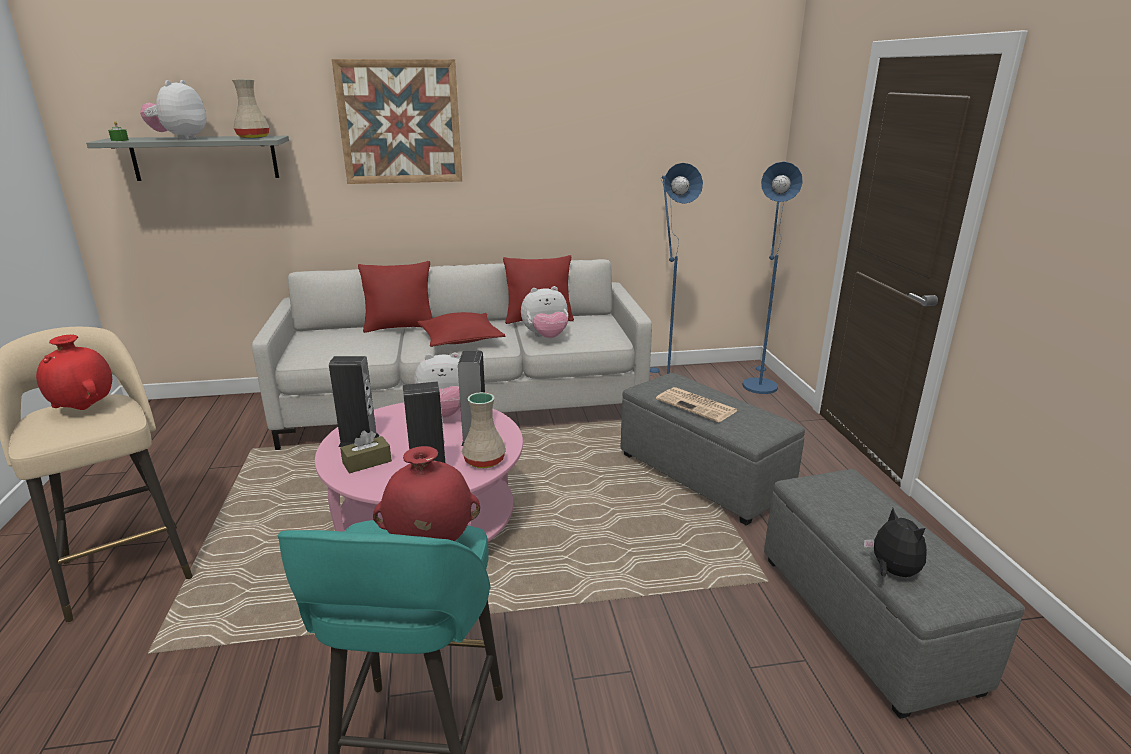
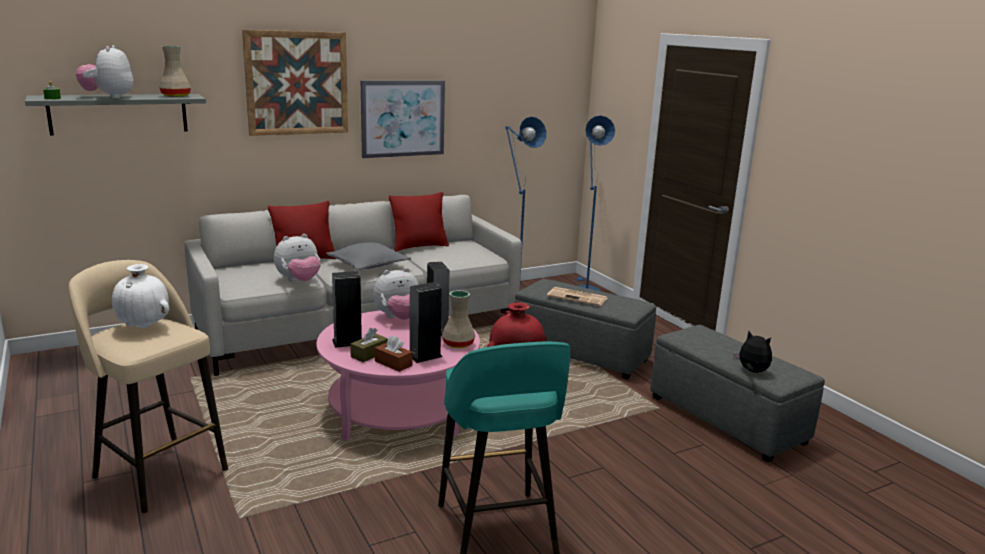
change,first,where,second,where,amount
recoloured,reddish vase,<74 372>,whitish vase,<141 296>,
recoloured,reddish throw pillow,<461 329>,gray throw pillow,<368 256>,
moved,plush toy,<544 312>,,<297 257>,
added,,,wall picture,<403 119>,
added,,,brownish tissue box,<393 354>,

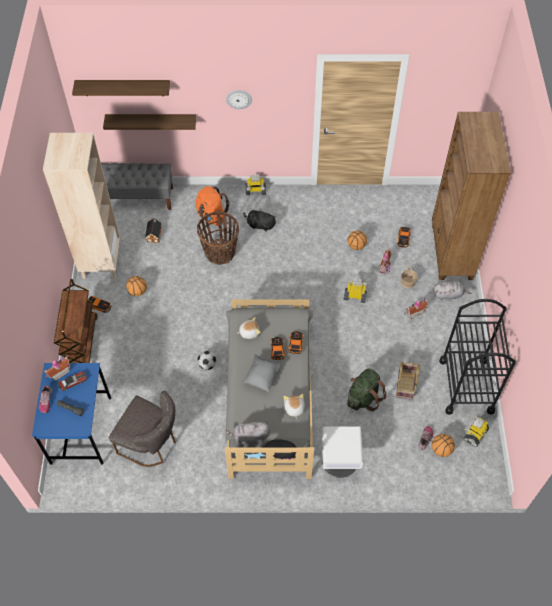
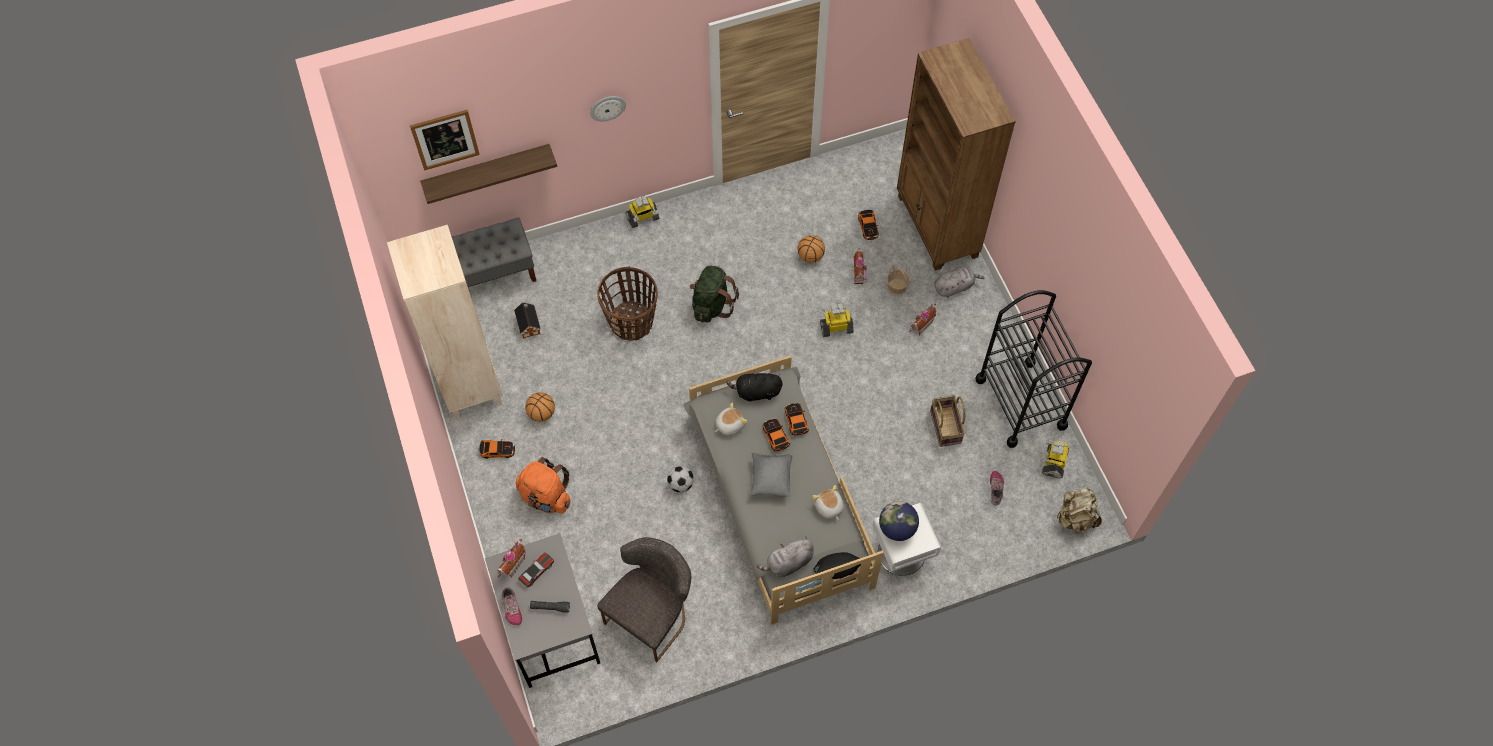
change,first,where,second,where,amount
recoloured,blue desk table,<71 414>,gray desk table,<542 610>,
removed,brownish cart,<76 321>,,,
replaced,bracket shelf,<121 88>,wall picture,<445 140>,
turned,gray chair,<142 429>,,<644 599>,60 degrees counterclockwise
moved,orange-coloured knapsack,<212 206>,,<543 485>,
moved,black plush toy,<259 220>,,<754 386>,
moved,green knapsack,<367 389>,,<714 294>,
removed,basketball ball,<443 445>,,,
added,,,desk globe,<899 521>,
added,,,sand-coloured knapsack,<1079 509>,

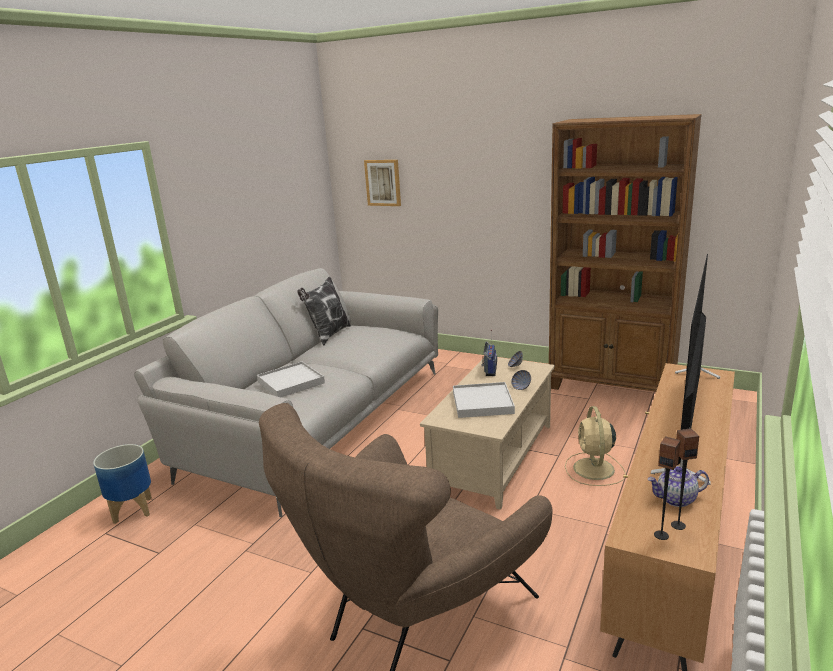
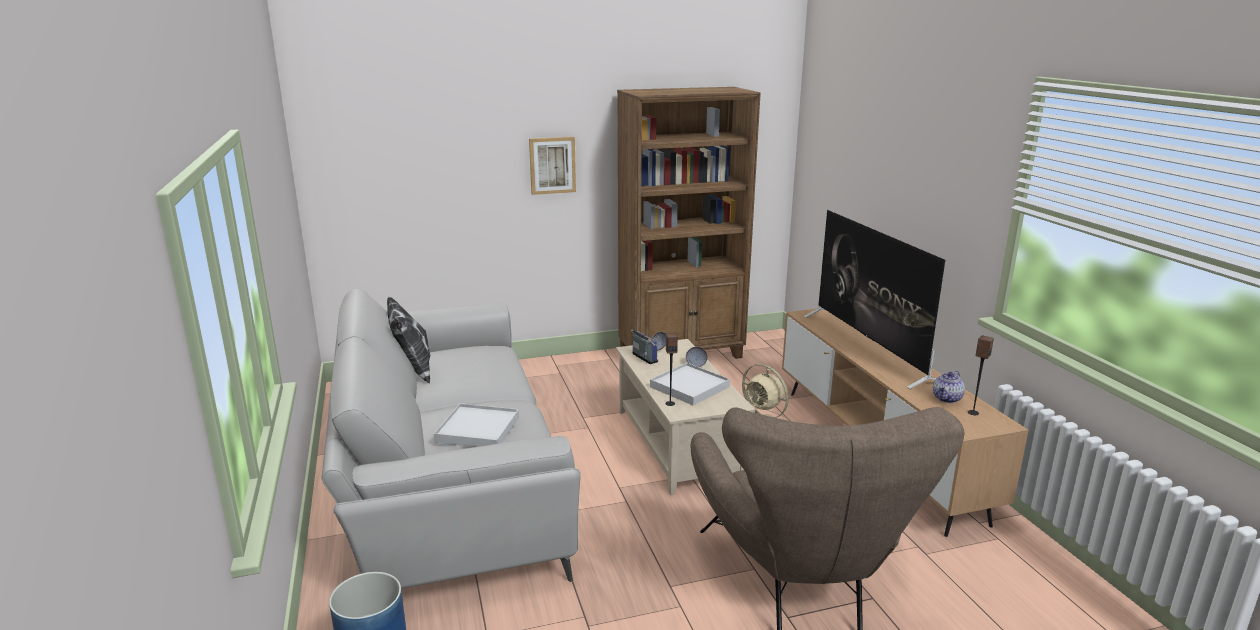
change,first,where,second,where,amount
moved,wall picture,<382 183>,,<552 166>,
moved,loudspeaker,<667 488>,,<671 369>,

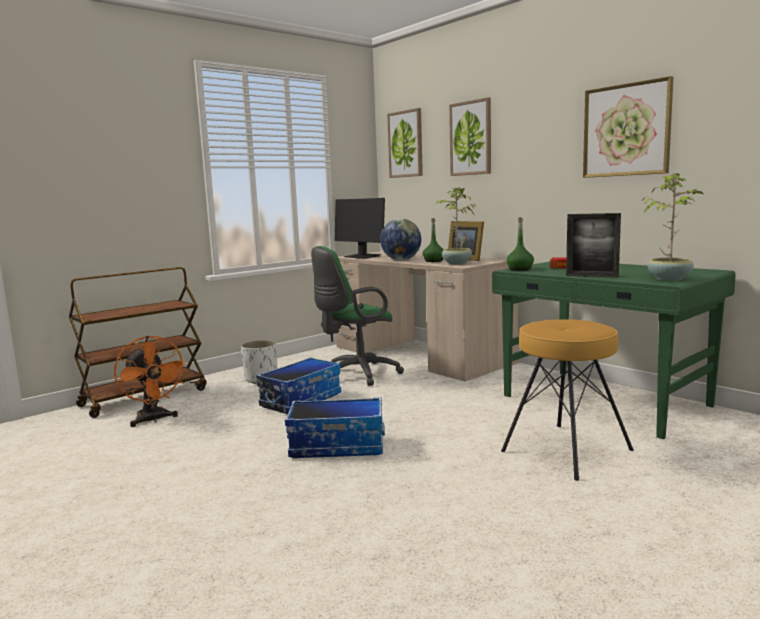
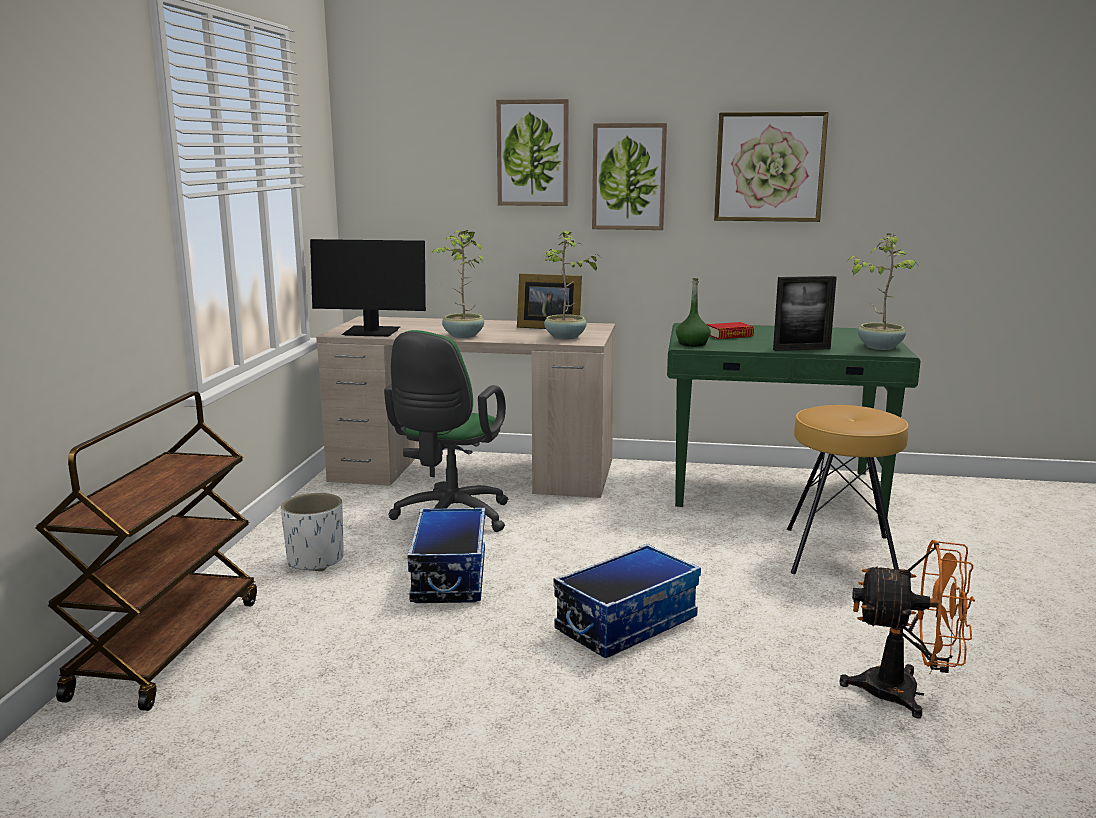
change,first,where,second,where,amount
moved,orange-coloured cooling fan,<150 381>,,<907 629>,
replaced,desk globe,<400 239>,potted plant,<457 284>,
moved,wall picture,<405 143>,,<629 176>,
removed,green bottle,<433 240>,,,

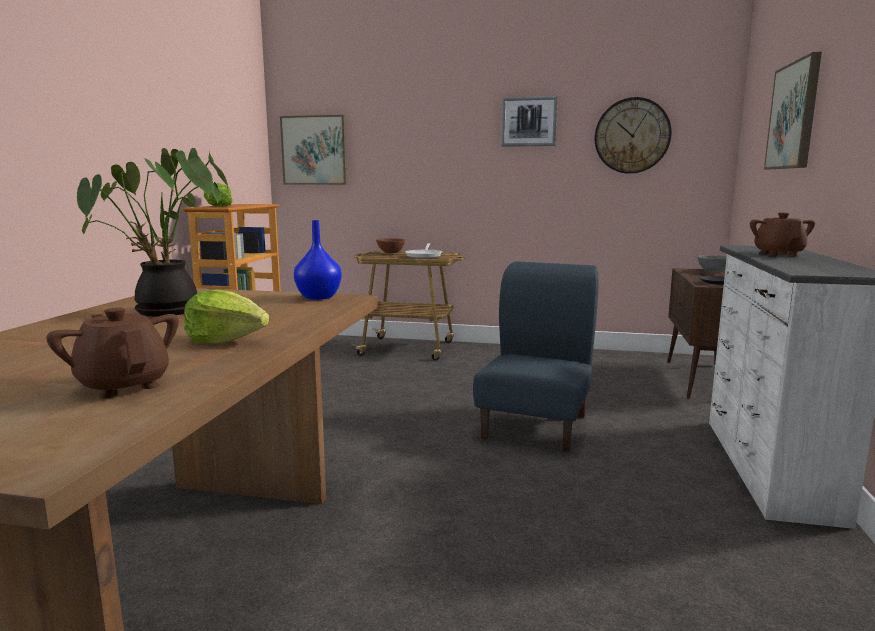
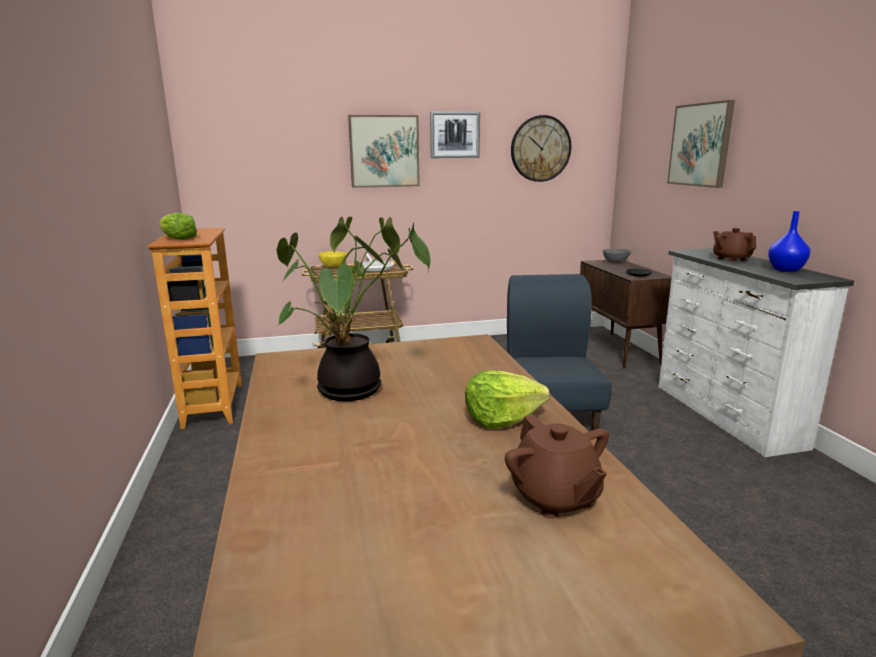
change,first,where,second,where,amount
turned,brownish pot for tea,<112 353>,,<557 467>,135 degrees counterclockwise
moved,wall picture,<313 150>,,<384 151>,
moved,blue vase,<318 260>,,<789 241>,
recoloured,brownish serving bowl,<390 245>,yellowish serving bowl,<332 259>,

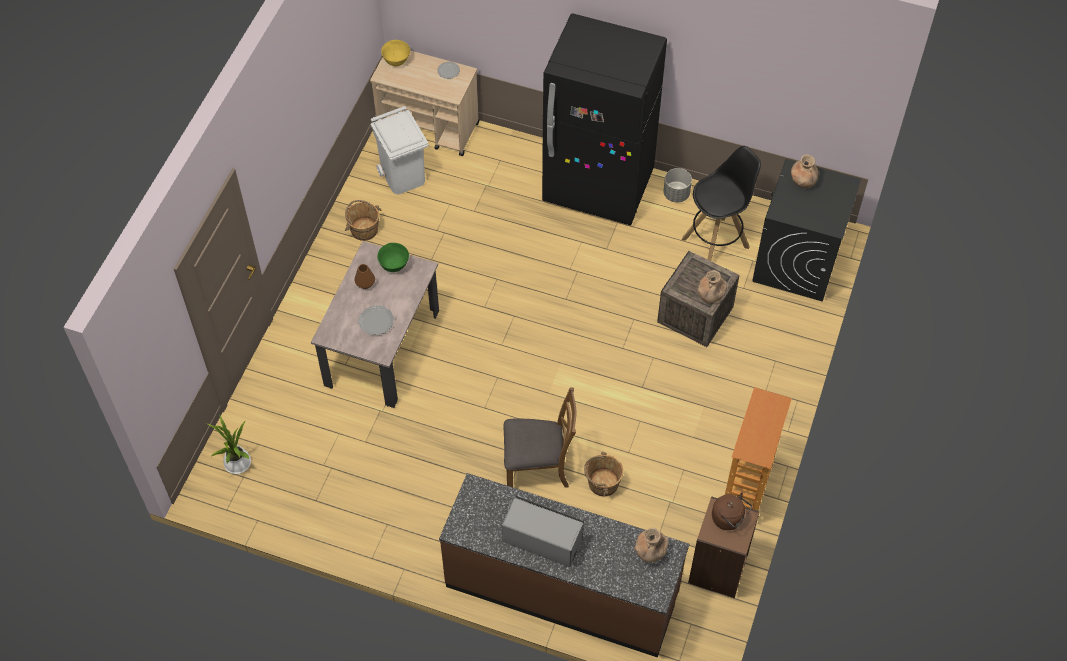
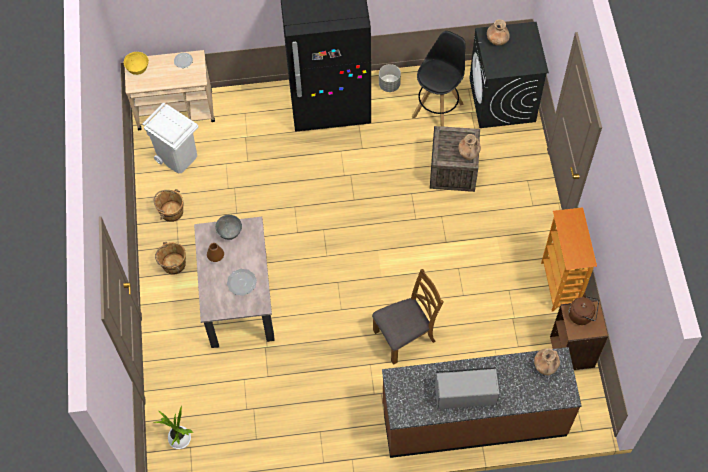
change,first,where,second,where,amount
recoloured,green serving bowl,<393 257>,gray serving bowl,<228 227>,
moved,brownish bucket,<603 474>,,<170 258>,

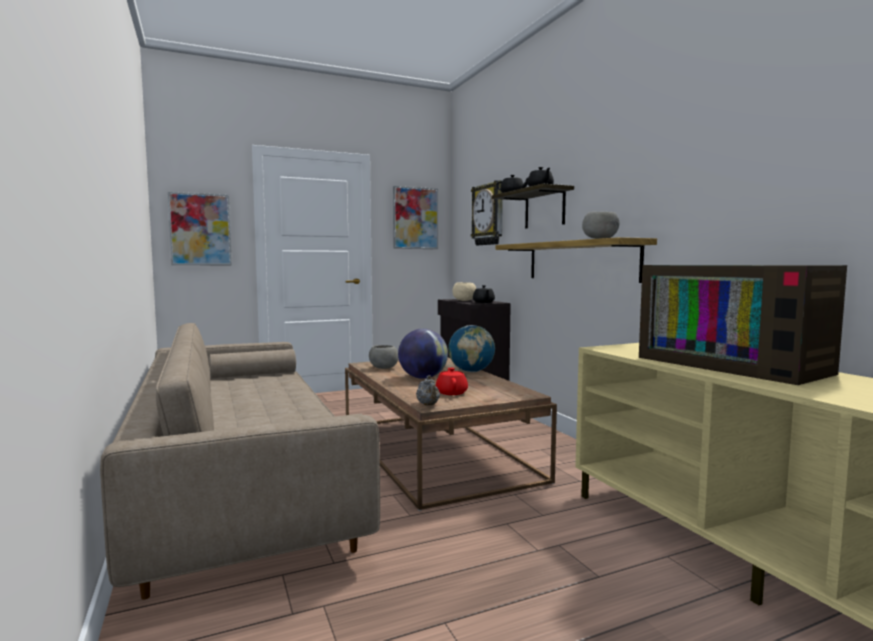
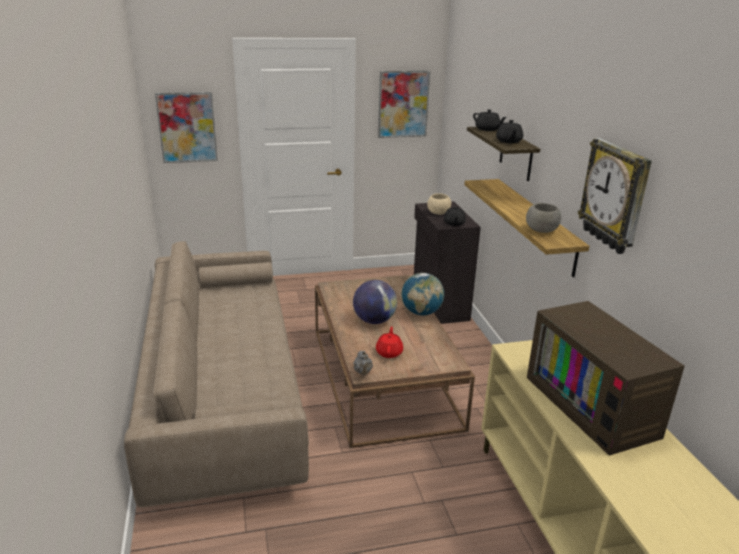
change,first,where,second,where,amount
removed,gray serving bowl,<384 357>,,,
moved,hanging clock,<487 213>,,<615 196>,

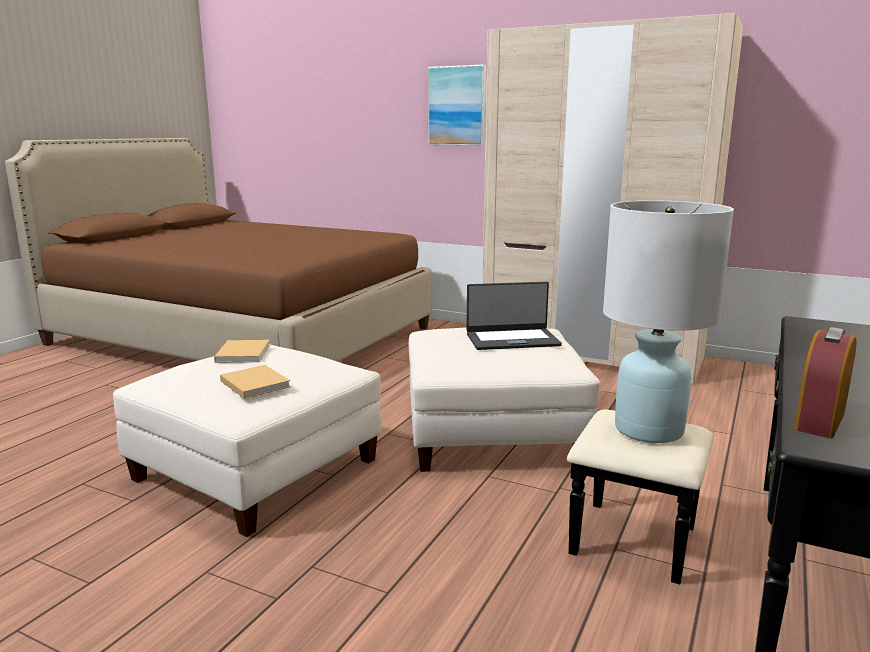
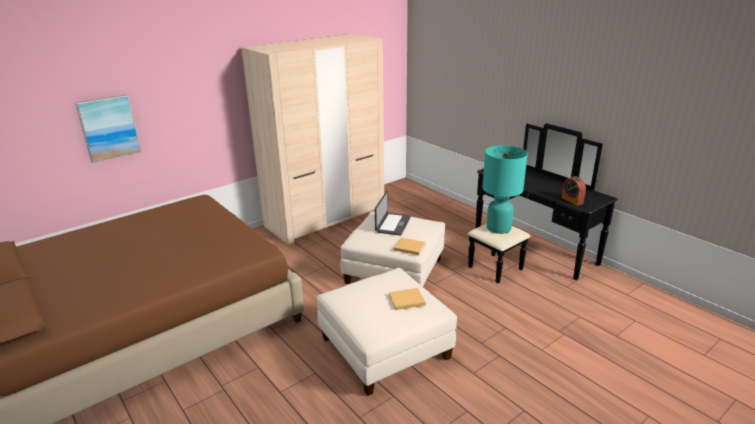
change,first,where,second,where,amount
moved,sand-coloured volume,<242 351>,,<410 246>,
moved,wall picture,<457 105>,,<108 128>,
recoloured,whitish tabletop lamp,<668 322>,blue-green tabletop lamp,<505 189>,

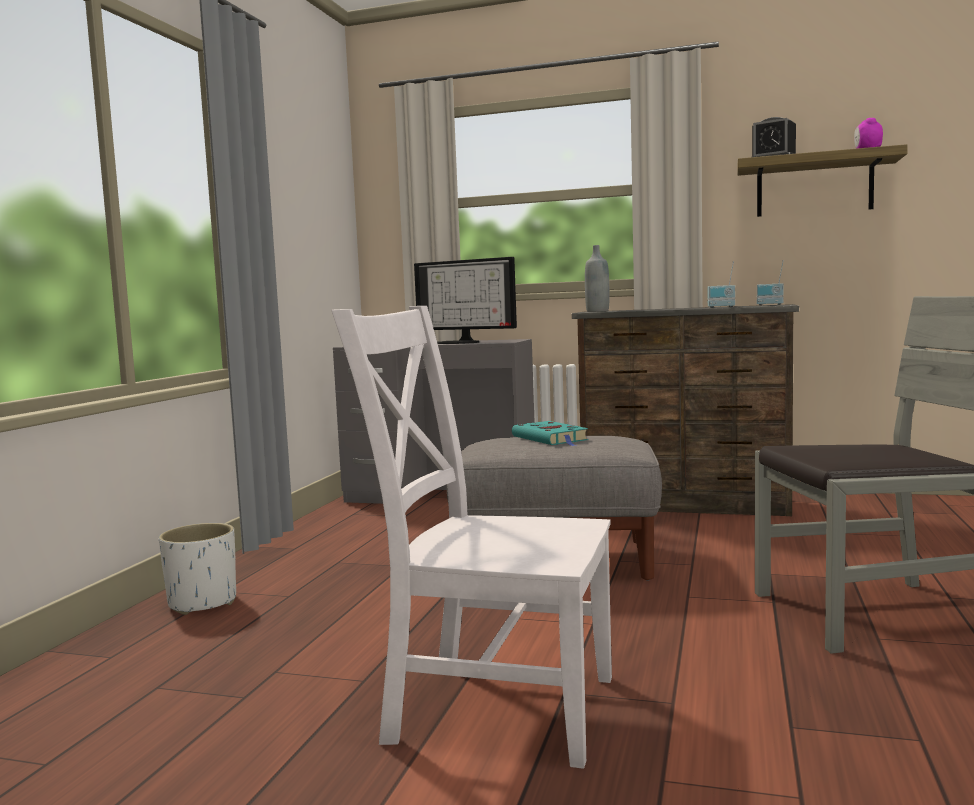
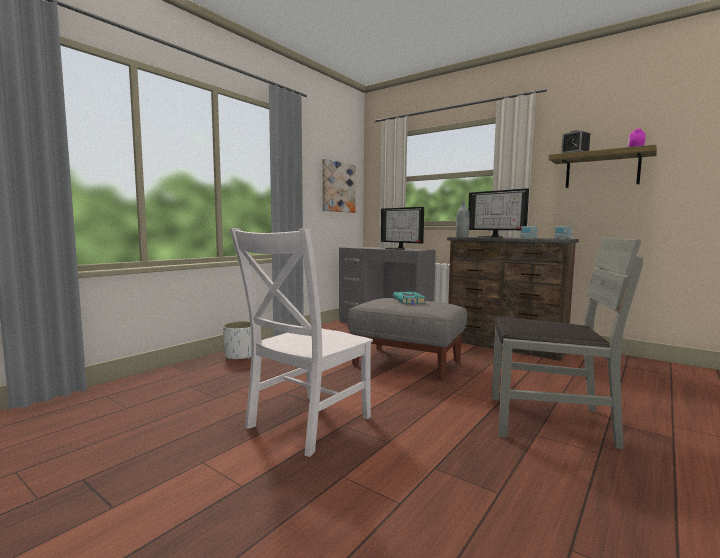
change,first,where,second,where,amount
turned,whitish chair,<471 537>,,<301 342>,90 degrees counterclockwise
added,,,wall picture,<339 186>,
added,,,monitor,<498 213>,

